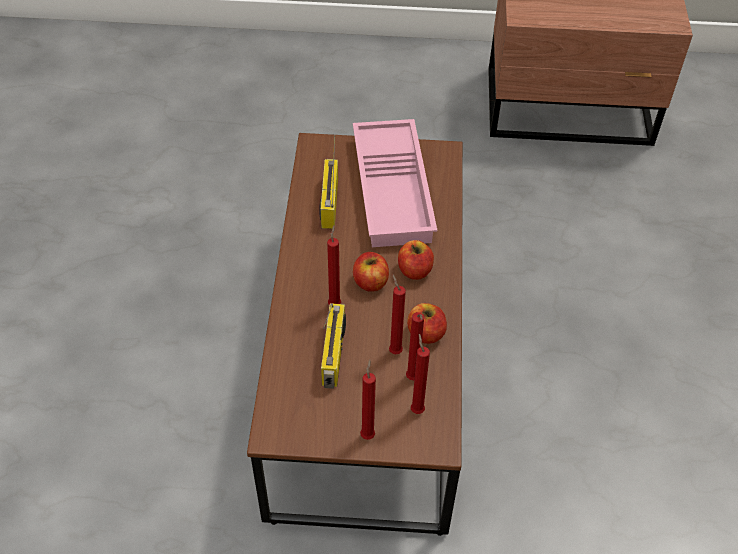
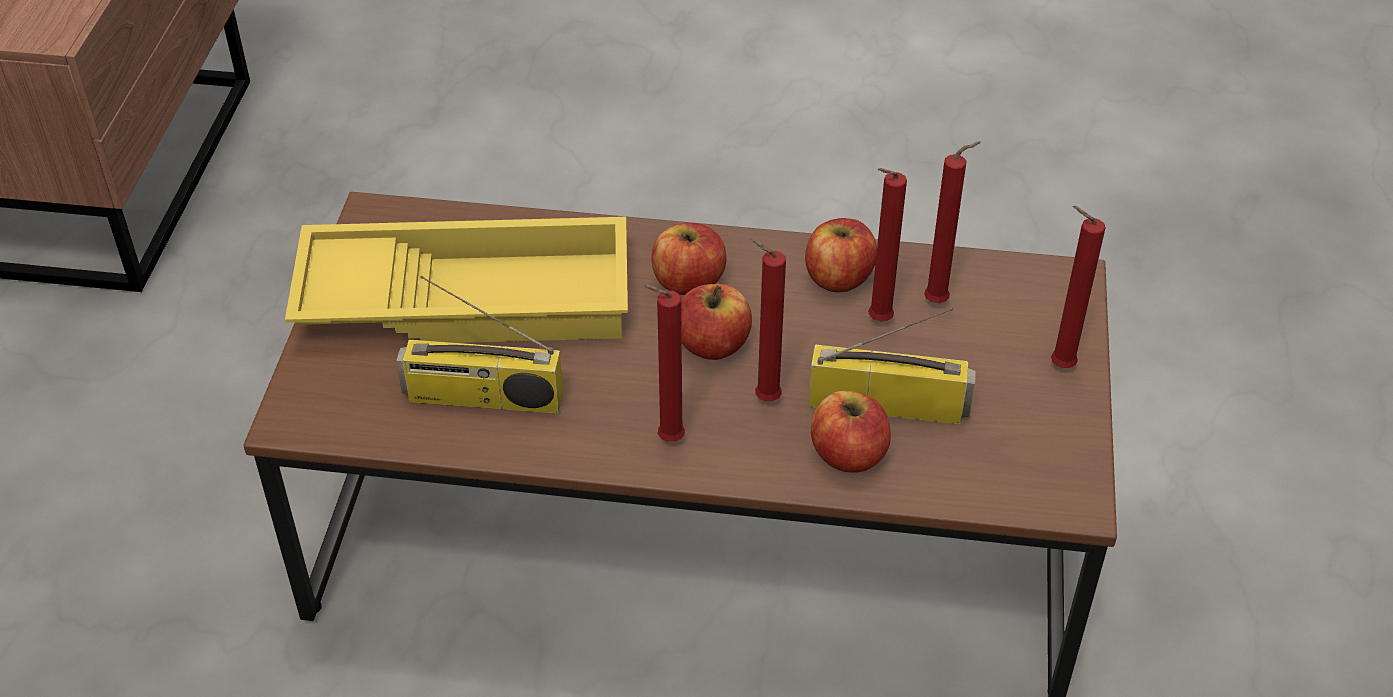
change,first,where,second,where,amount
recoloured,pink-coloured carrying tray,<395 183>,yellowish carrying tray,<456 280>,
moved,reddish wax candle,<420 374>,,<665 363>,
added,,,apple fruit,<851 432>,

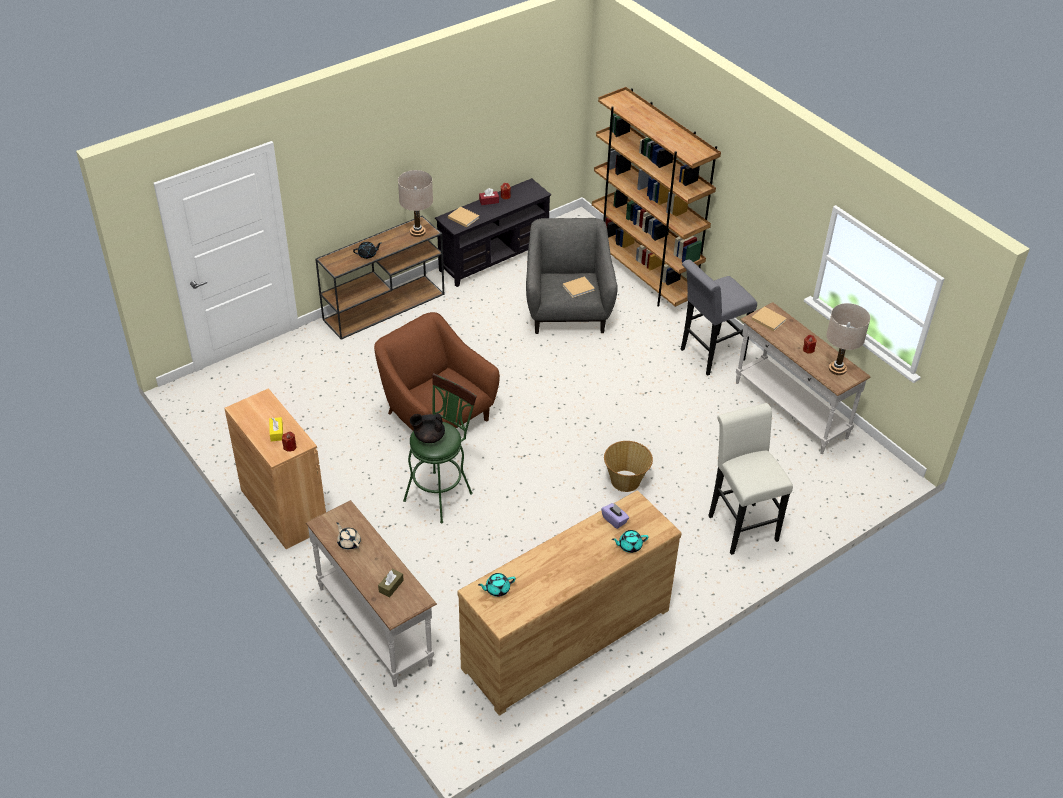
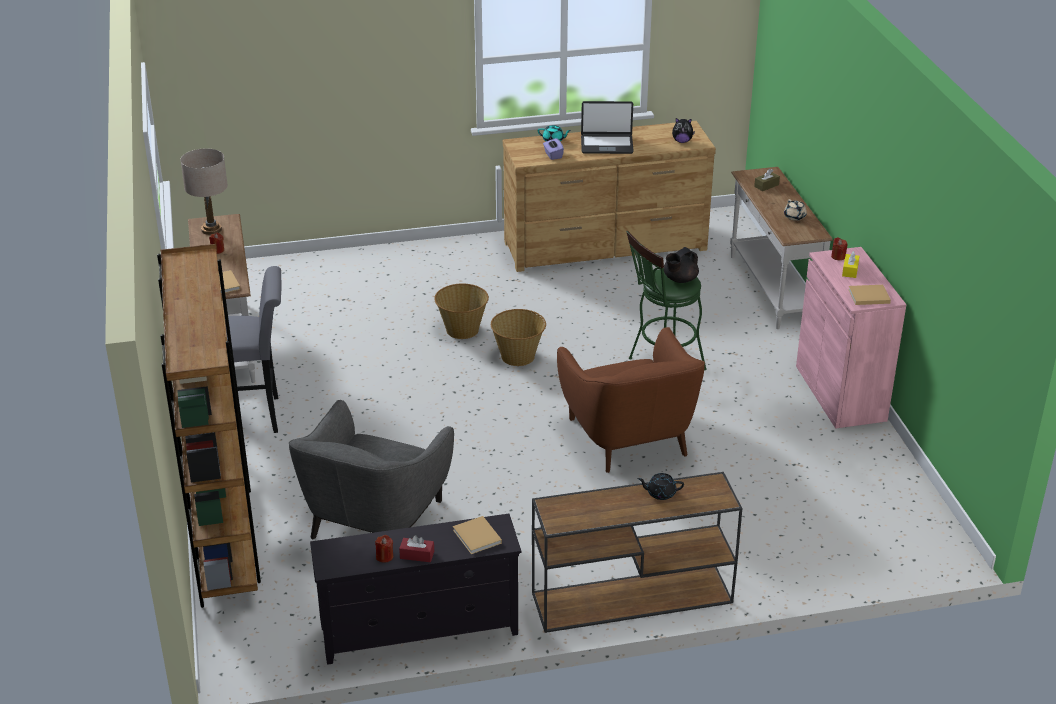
change,first,where,second,where,amount
recoloured,brownish storage cabinet,<275 468>,pink-coloured storage cabinet,<851 338>,
removed,sand-coloured tabletop lamp,<415 203>,,,
turned,black pot for tea,<427 428>,,<681 265>,120 degrees clockwise
replaced,blue-green pot for tea,<497 585>,plush toy,<683 130>,
moved,sand-coloured volume,<579 287>,,<869 295>,
removed,whitish sitting stool,<750 479>,,,
added,,,basket,<518 337>,
added,,,portable computer,<607 127>,

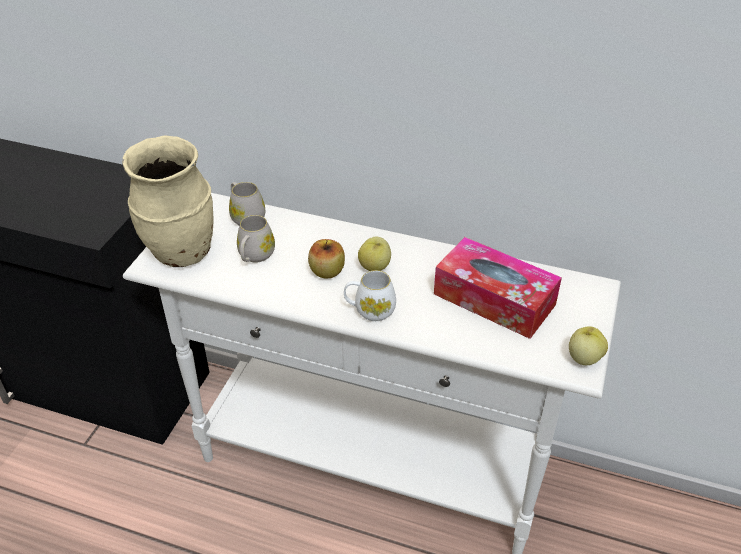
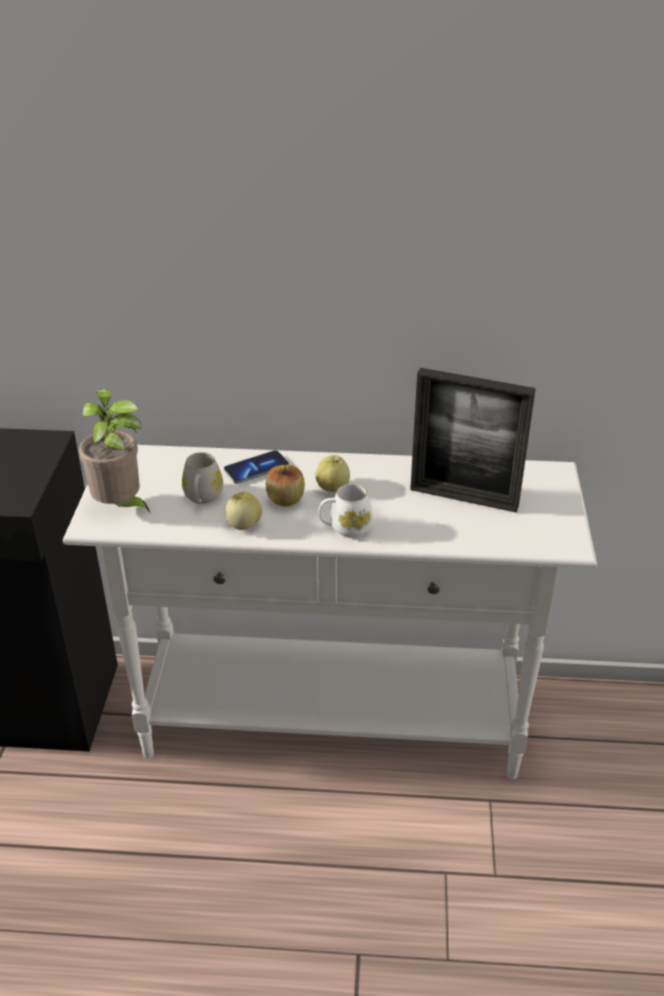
change,first,where,second,where,amount
replaced,sand-coloured vase,<168 201>,potted plant,<115 451>,
removed,whitish coffee mug,<247 204>,,,
replaced,tissue box,<498 288>,picture frame,<473 440>,
moved,apple fruit,<588 345>,,<243 511>,
added,,,phone,<256 467>,

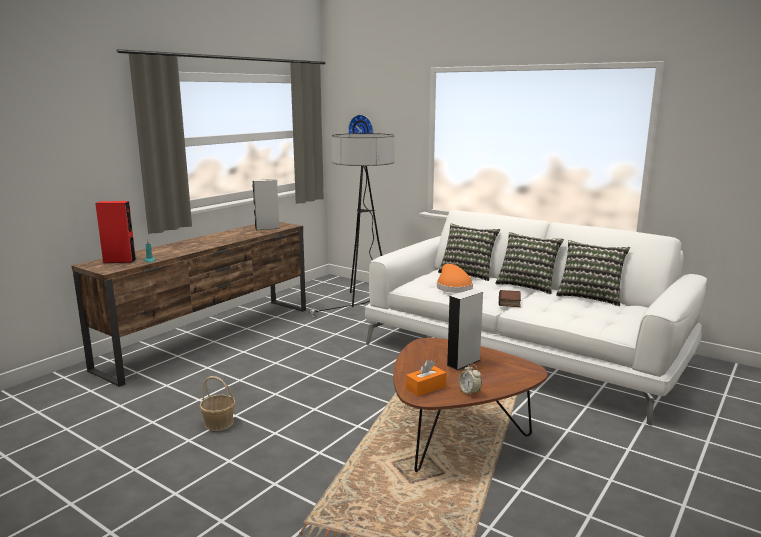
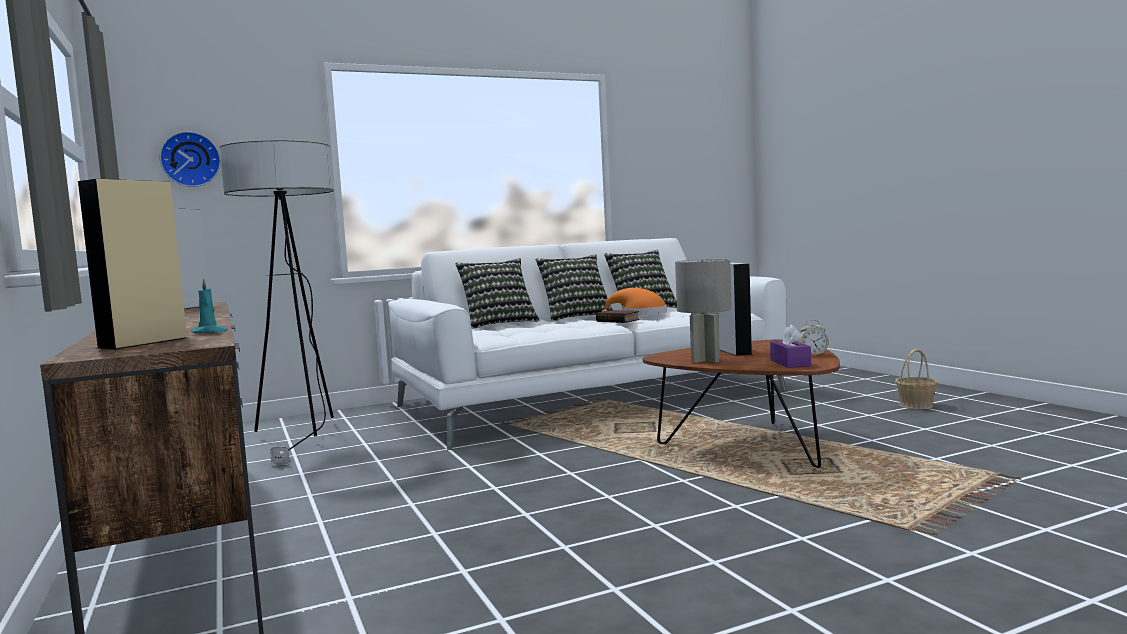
change,first,where,second,where,amount
recoloured,reddish loudspeaker,<115 232>,sand-coloured loudspeaker,<132 264>,
moved,basket,<217 403>,,<916 379>,
recoloured,orange-coloured tissue box,<426 378>,purple tissue box,<790 346>,
moved,orange-coloured hat,<455 278>,,<634 301>,
added,,,gray tabletop lamp,<703 311>,

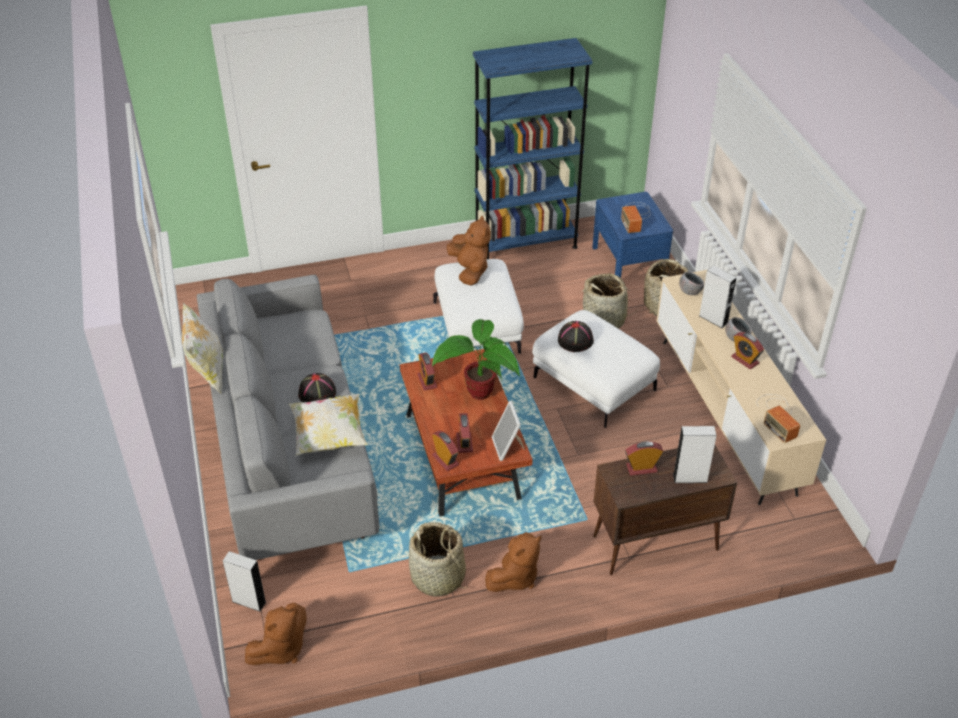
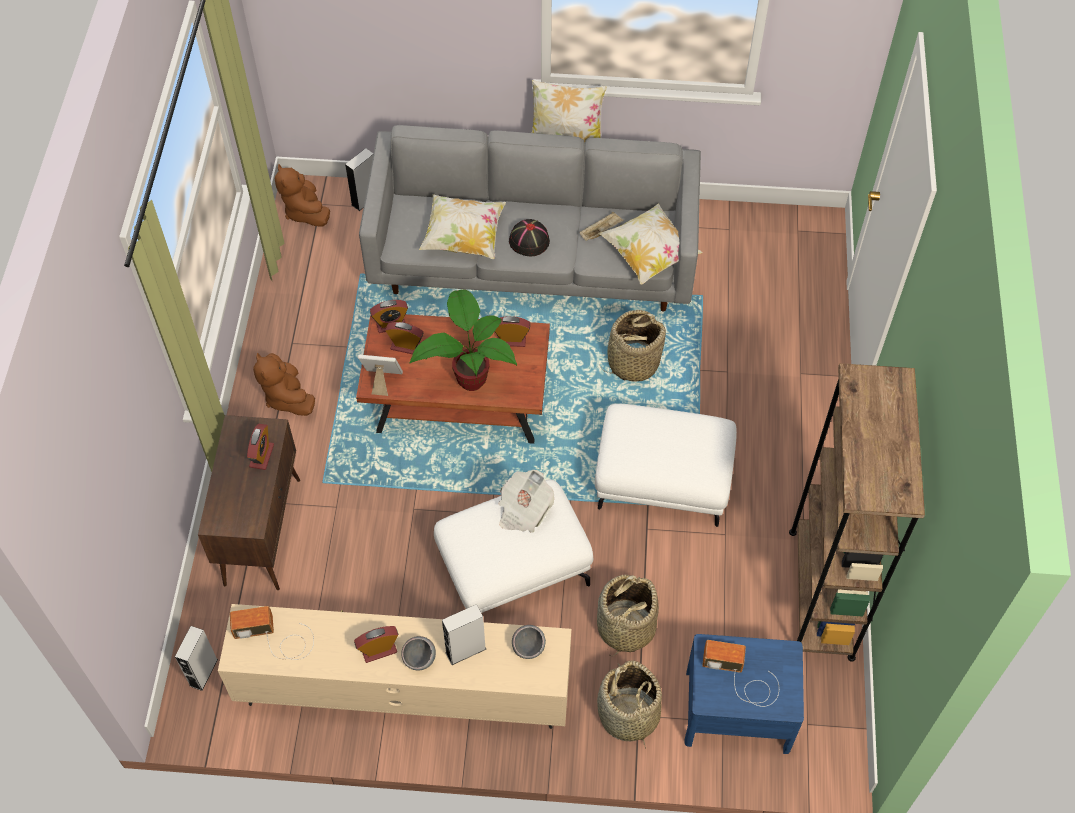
change,first,where,second,where,amount
moved,basket,<438 559>,,<633 346>,
removed,brownish plush toy,<469 250>,,,
recoloured,blue bookcase,<533 148>,brownish bookcase,<857 512>,
replaced,black hat,<576 336>,newspaper,<526 501>,
moved,gray loudspeaker,<695 454>,,<196 658>,
added,,,sand-coloured carrying tray,<601 226>,
added,,,throw pillow,<650 244>,

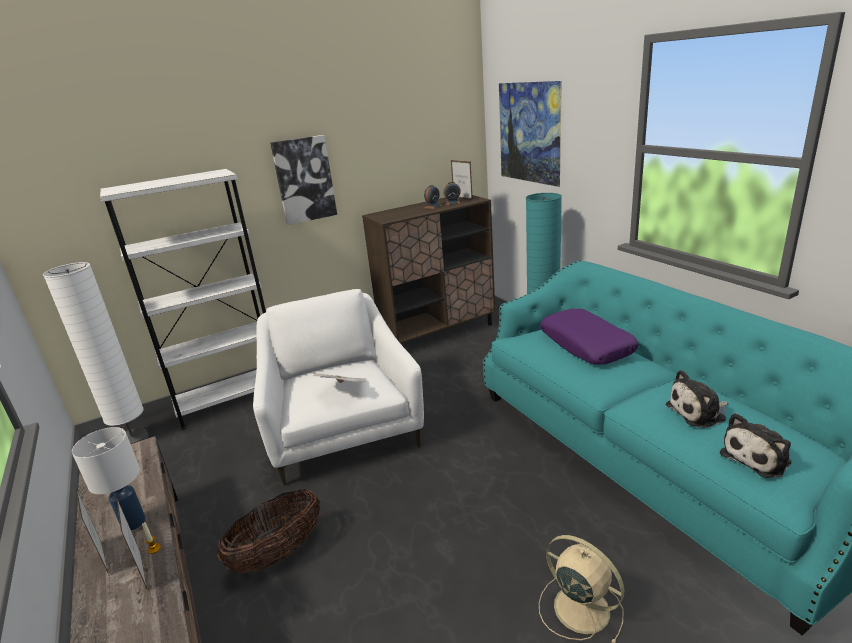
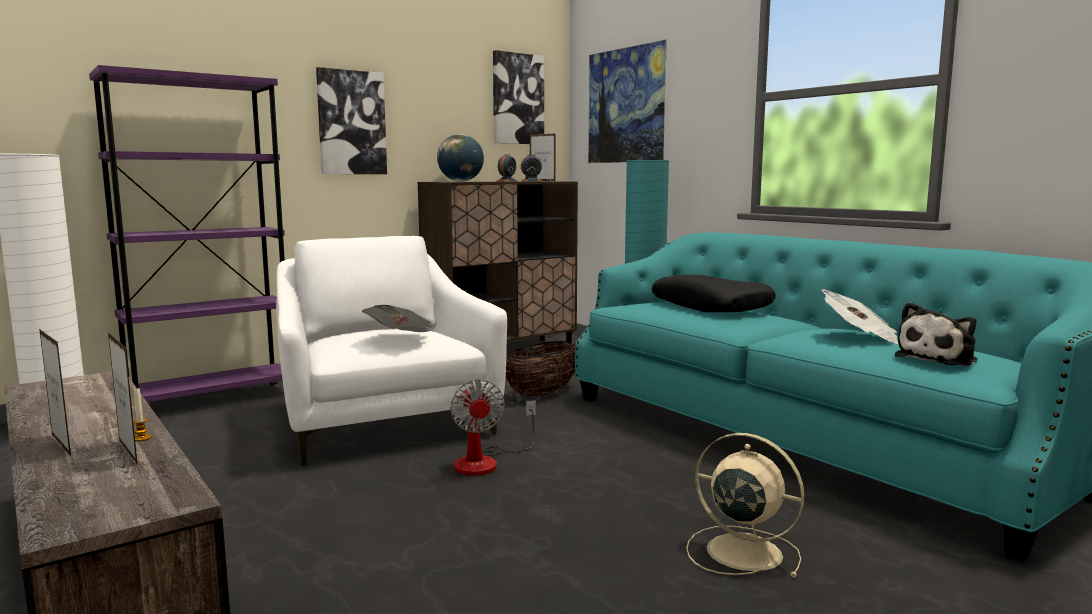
change,first,where,second,where,amount
removed,whitish tabletop lamp,<109 479>,,,
recoloured,whitish bookcase,<183 299>,purple bookcase,<187 233>,
moved,basket,<268 531>,,<540 368>,
recoloured,purple throw pillow,<589 336>,black throw pillow,<714 293>,
replaced,plush toy,<697 399>,newspaper,<860 316>,
added,,,desk globe,<460 158>,
added,,,cooling fan,<493 427>,
added,,,wall picture,<518 97>,

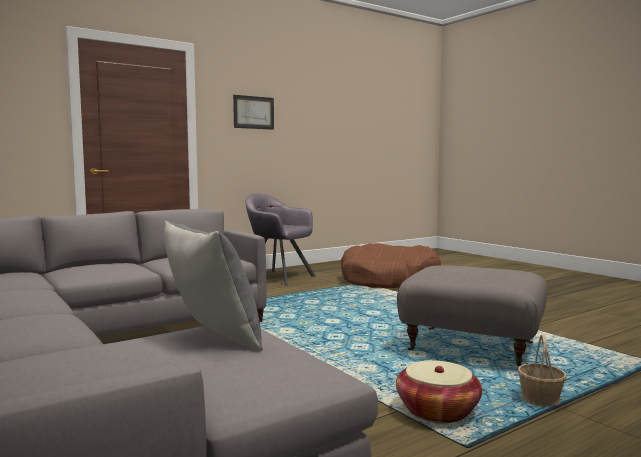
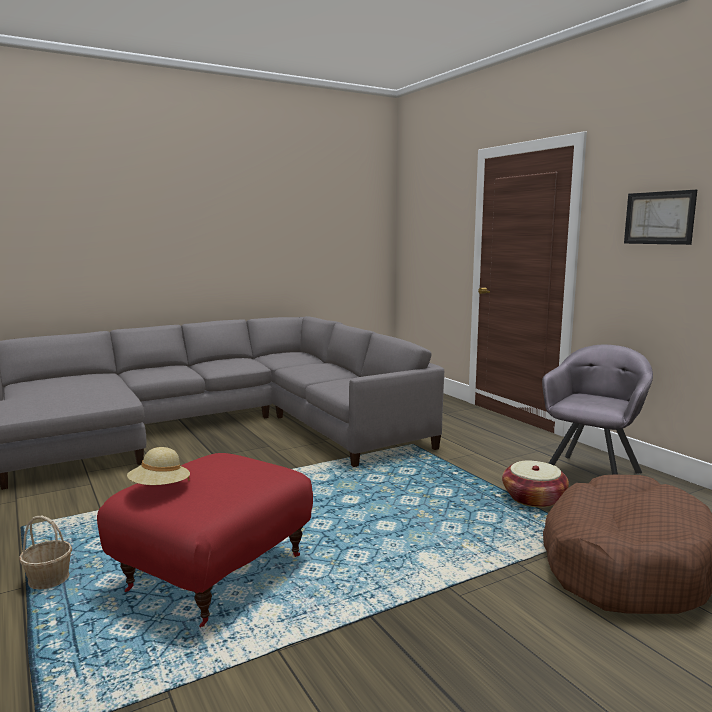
change,first,where,second,where,amount
removed,gray throw pillow,<213 285>,,,
moved,basket,<439 391>,,<535 484>,
recoloured,gray ottoman,<472 316>,reddish ottoman,<205 540>,
added,,,sand-coloured hat,<158 466>,

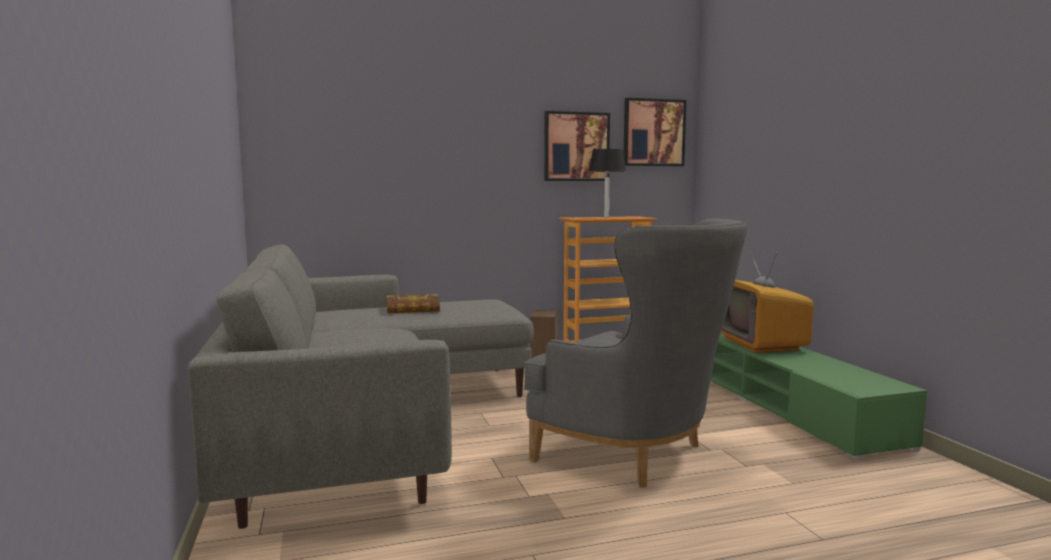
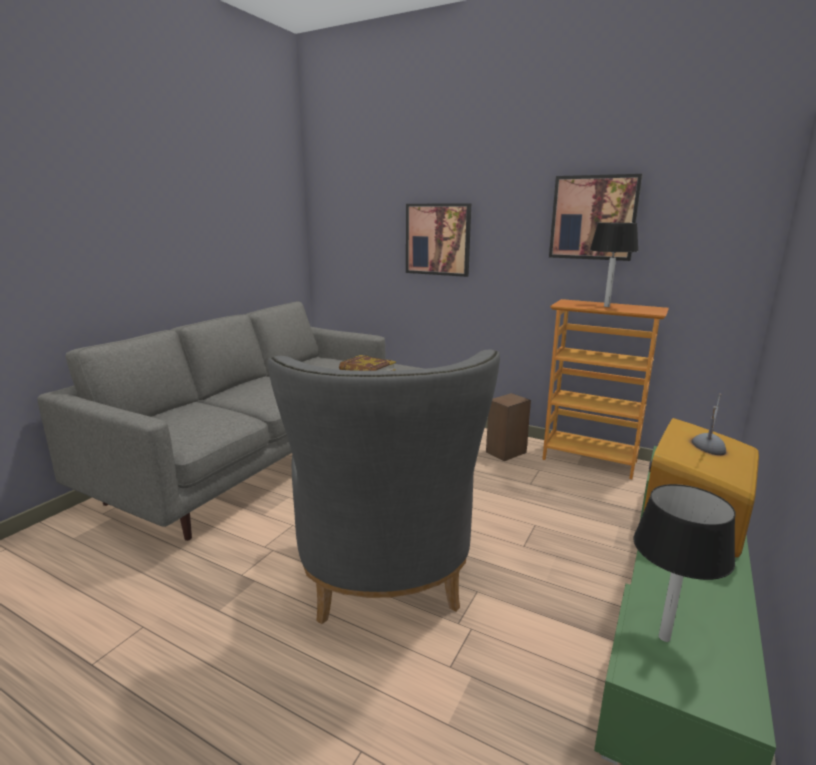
change,first,where,second,where,amount
moved,wall picture,<655 132>,,<438 240>,
added,,,black tabletop lamp,<684 563>,

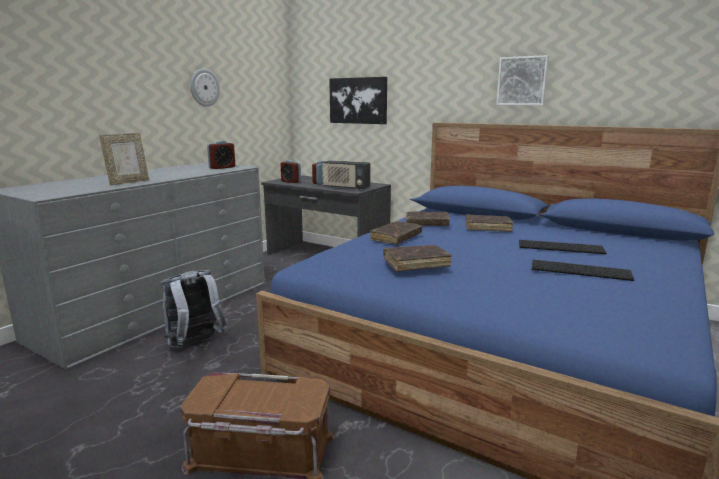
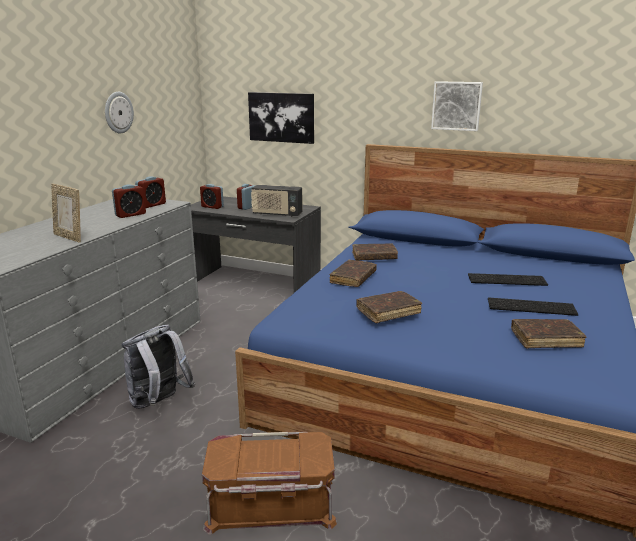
change,first,where,second,where,amount
turned,picture frame,<124 159>,,<66 213>,105 degrees clockwise
moved,brownish volume,<489 223>,,<548 333>,
added,,,alarm clock,<129 201>,

